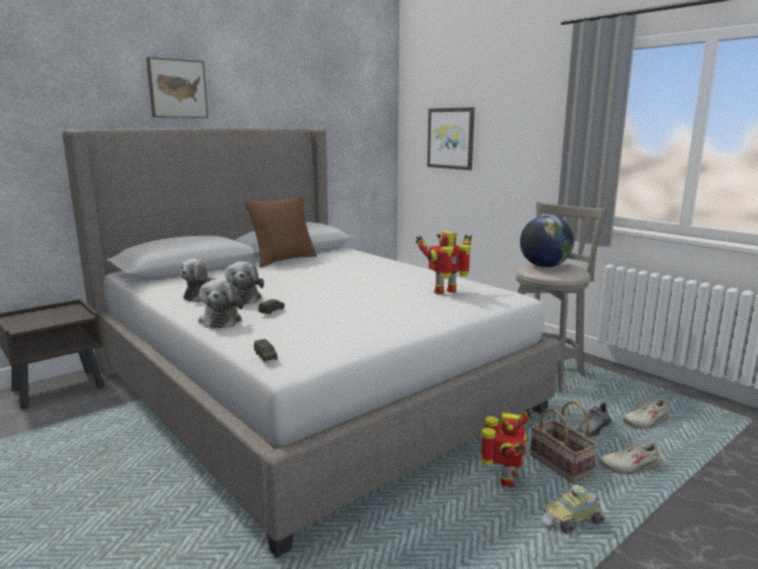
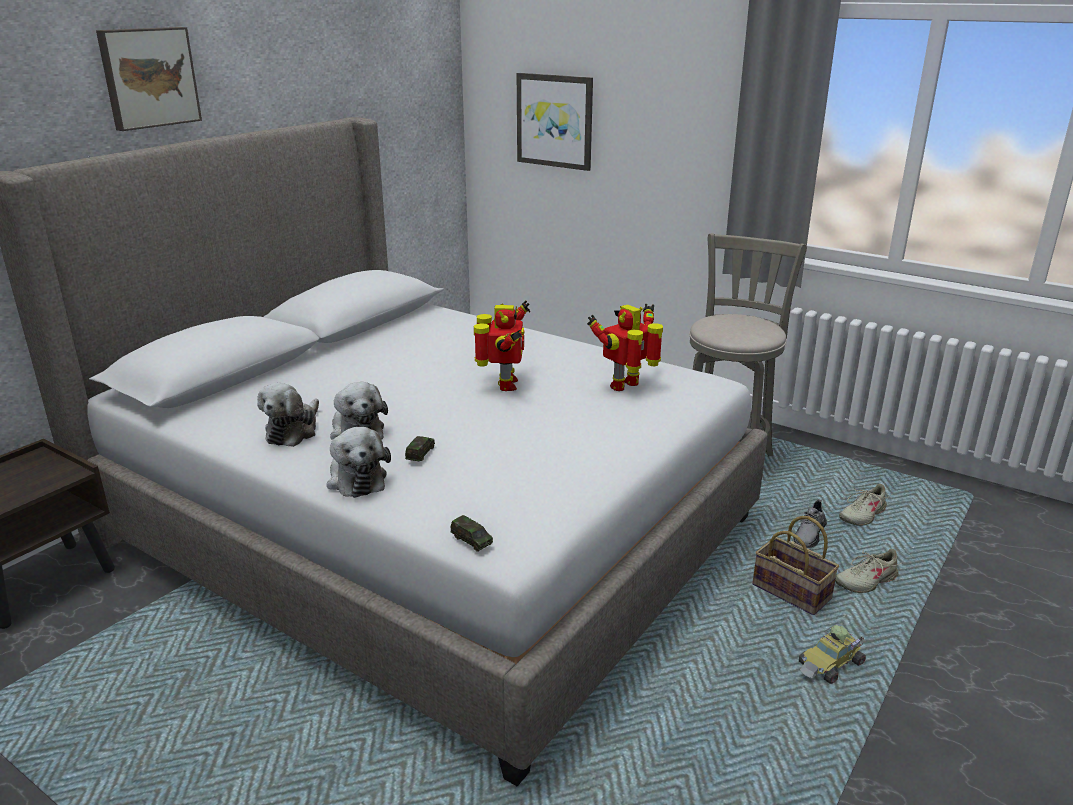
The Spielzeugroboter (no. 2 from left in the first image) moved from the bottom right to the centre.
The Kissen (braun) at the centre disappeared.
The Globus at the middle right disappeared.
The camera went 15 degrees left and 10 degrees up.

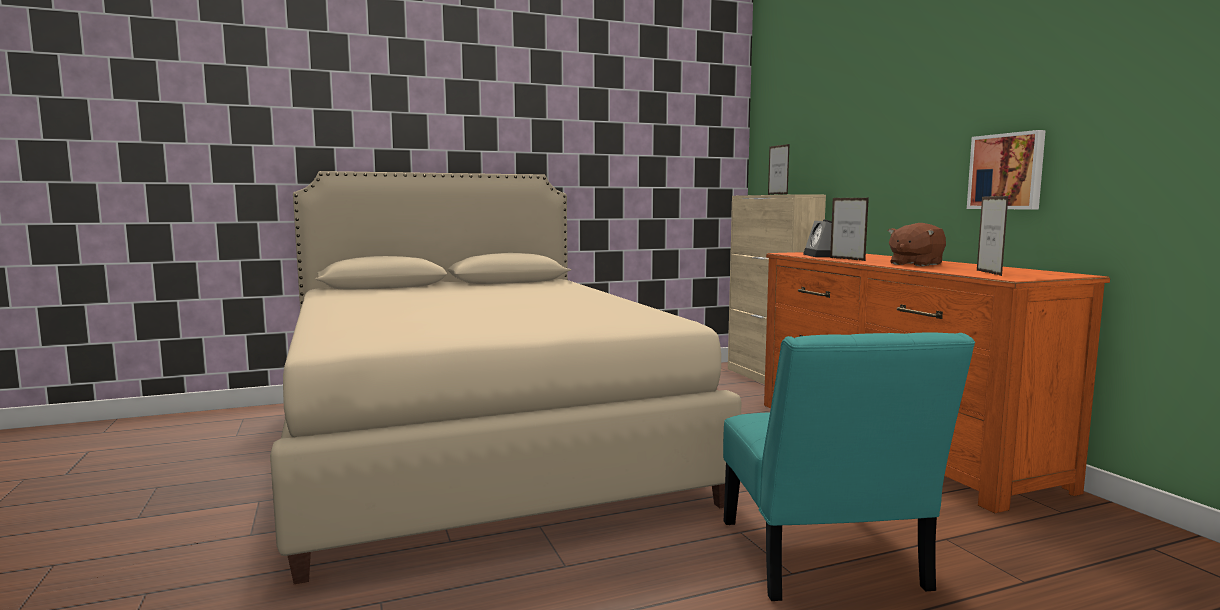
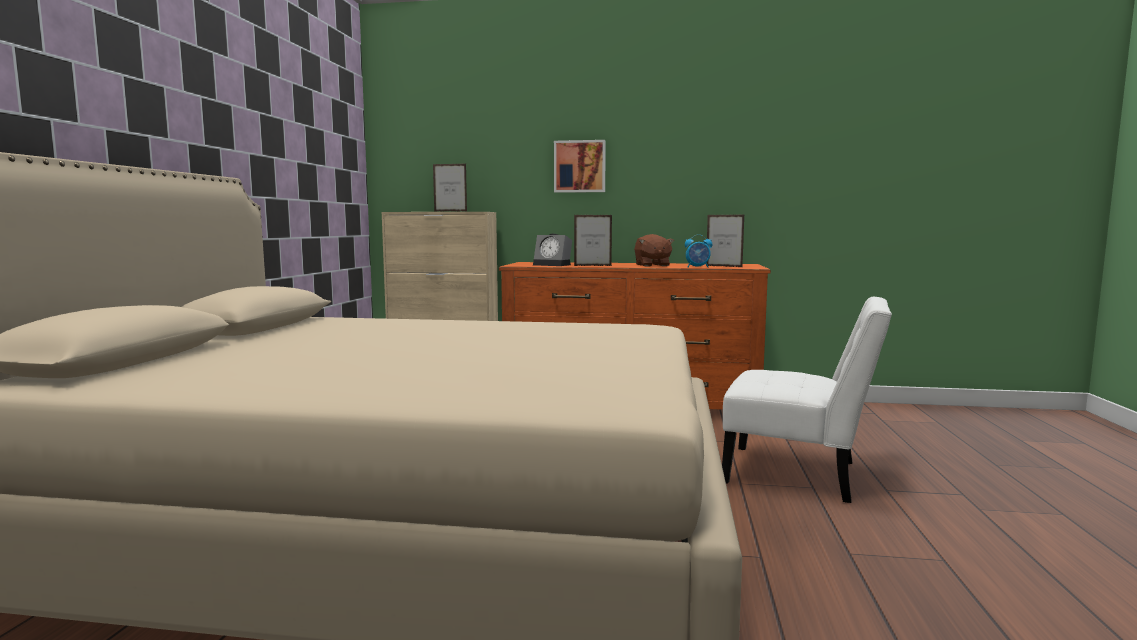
The Bild moved from the top right to the top centre.
The Wecker (no. 2 from left) at the centre appeared.
The Stuhl (türkis) at the bottom right became the Stuhl (weiß) at the middle right.
The camera went 60 degrees left and 0 degrees up.

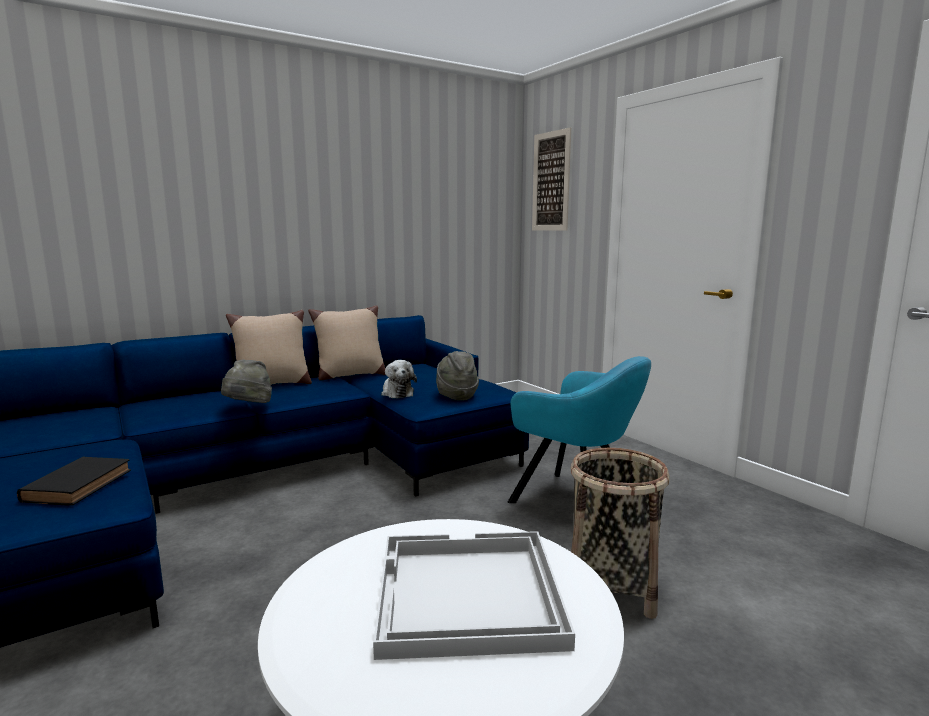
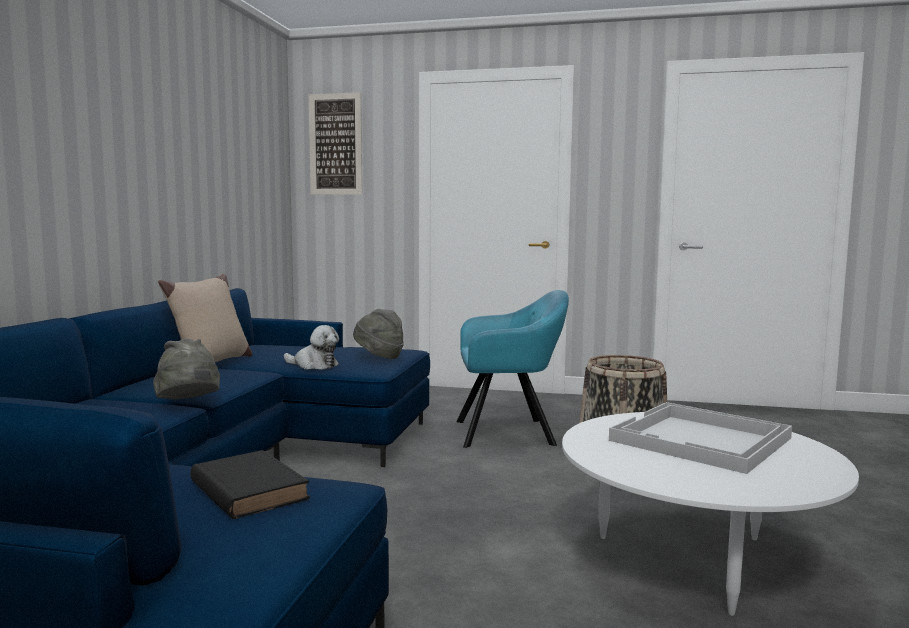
The Kissen (beige) (no. 1 from left) at the middle left disappeared.
The camera went 45 degrees left and 5 degrees down.

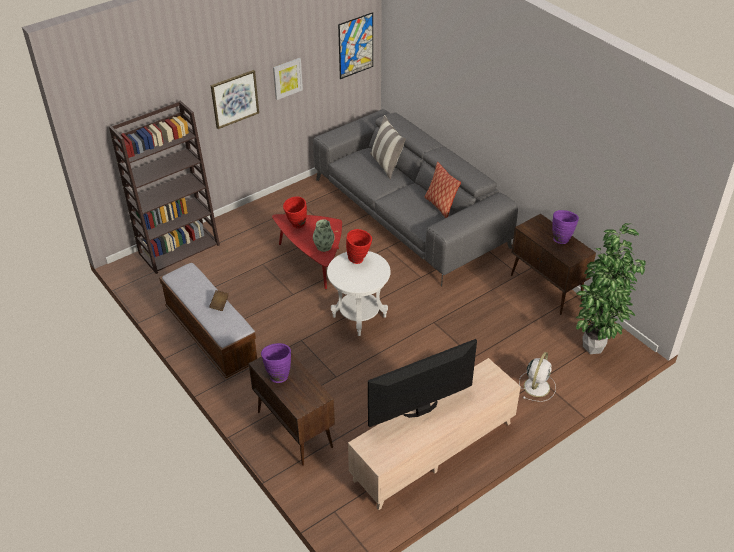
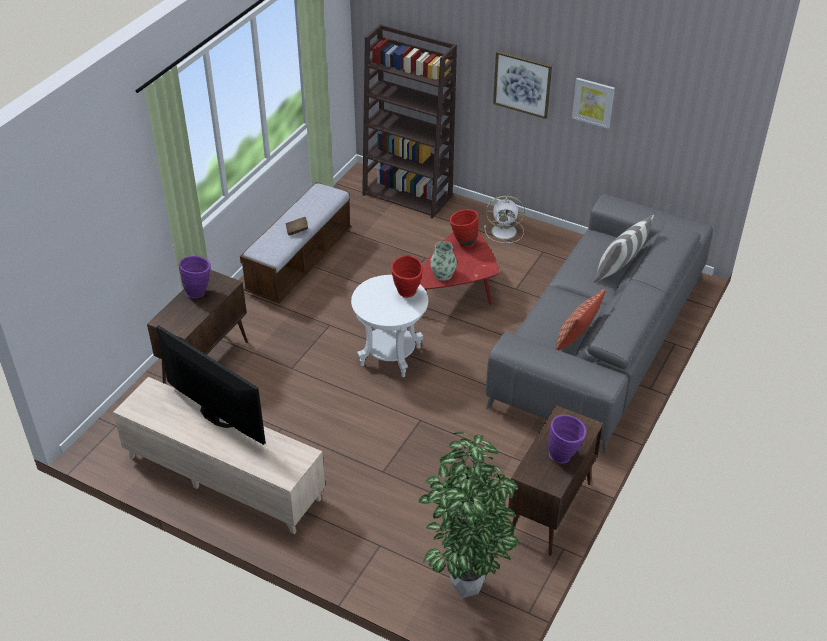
The Ventilator (weiß) moved from the bottom right to the centre.
The Bild (no. 3 from left) at the top centre disappeared.
The camera went 65 degrees right and 0 degrees up.

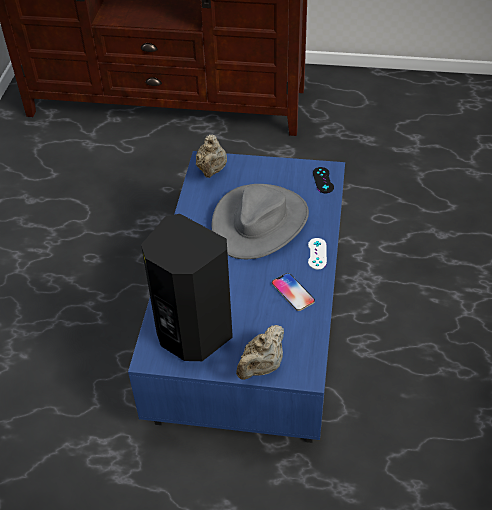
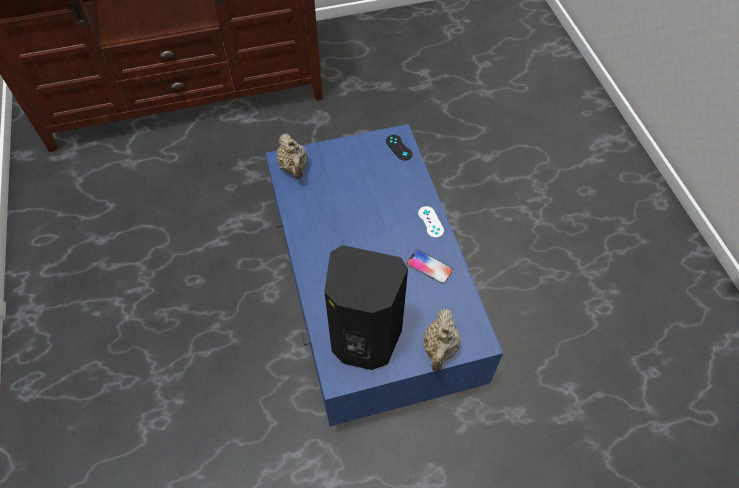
The Hut (grau) at the centre disappeared.
The camera went 25 degrees left and 10 degrees up.

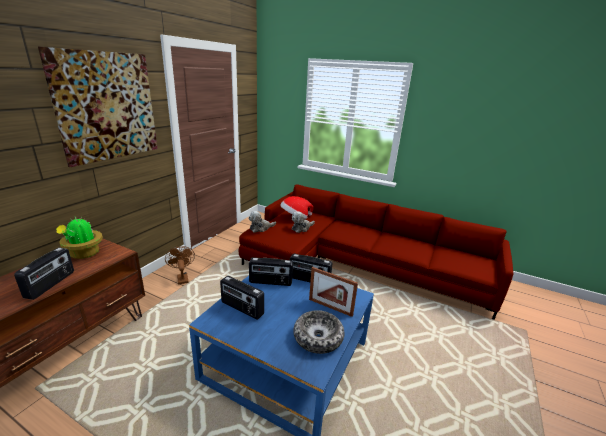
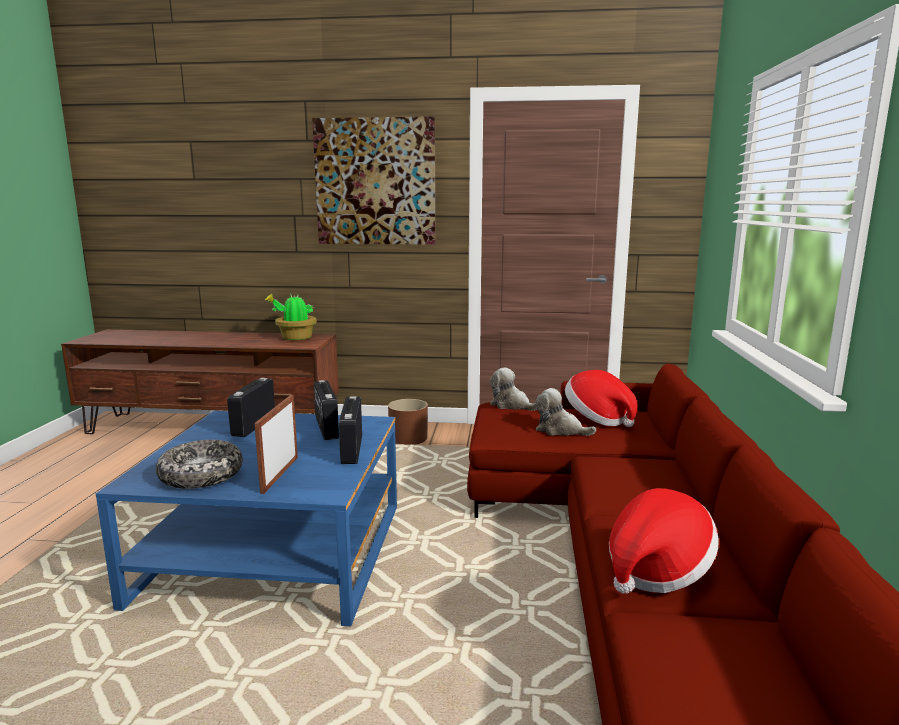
The Ventilator (braun) at the middle left was replaced by the Pflanzkübel (braun) at the centre.
The Hut (no. 2 from left) at the bottom right appeared.
The Radio (no. 1 from left) at the middle left disappeared.
The camera went 70 degrees right and 10 degrees down.

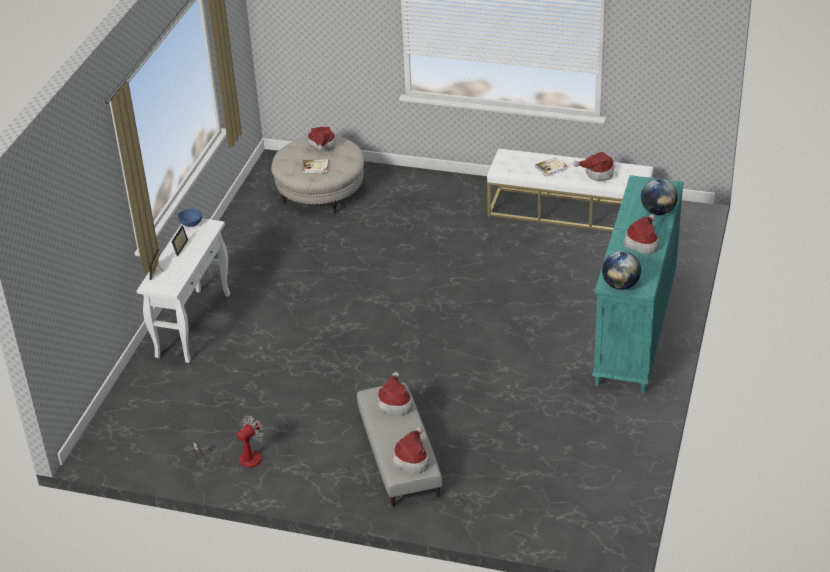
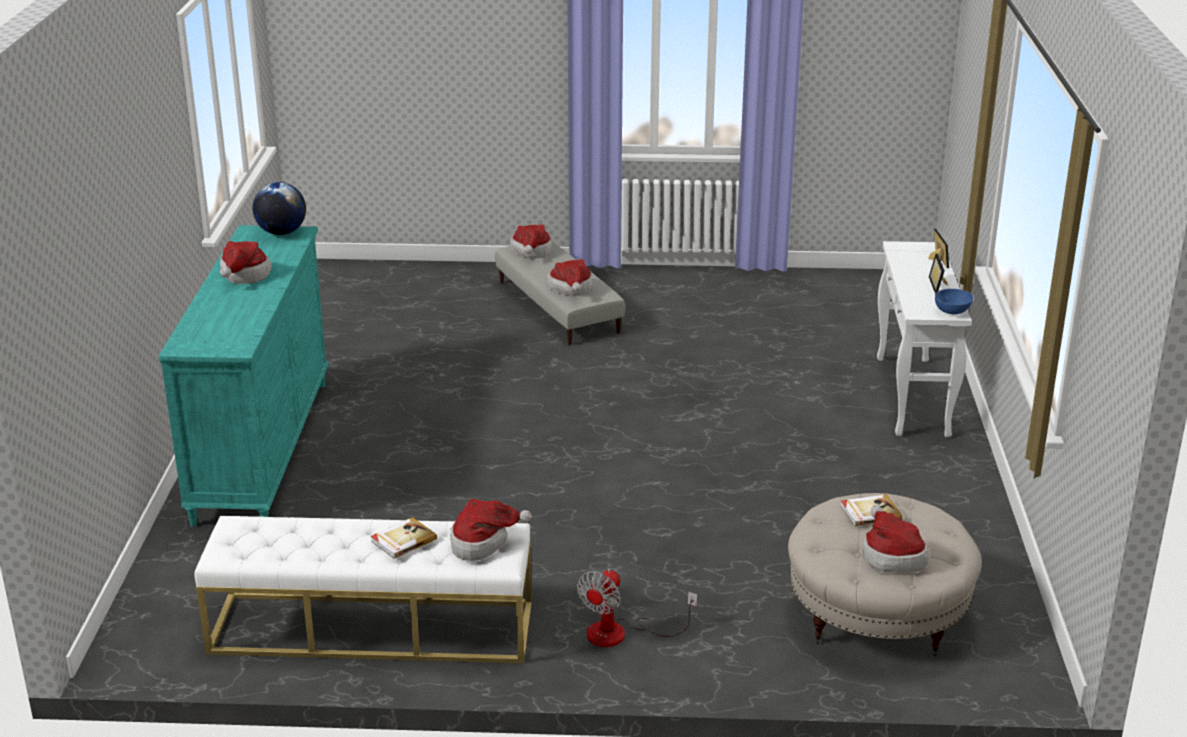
The Hut (no. 4 from left in the first image) moved from the top right to the bottom centre.
The Ventilator moved from the bottom left to the bottom centre.
The Globus (no. 2 from left) at the middle right disappeared.
The camera went 165 degrees right and 10 degrees down.

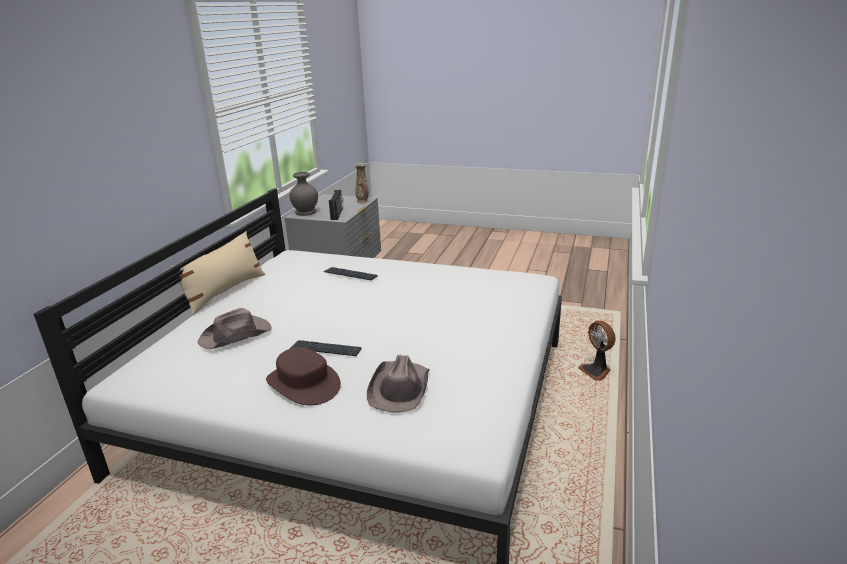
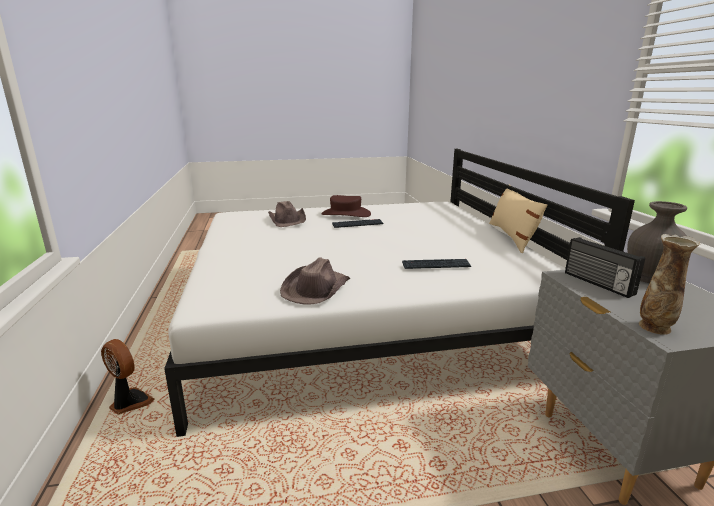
The Hut (braun) (no. 1 from left in the first image) moved from the middle left to the centre.
The camera went 150 degrees right and 5 degrees down.

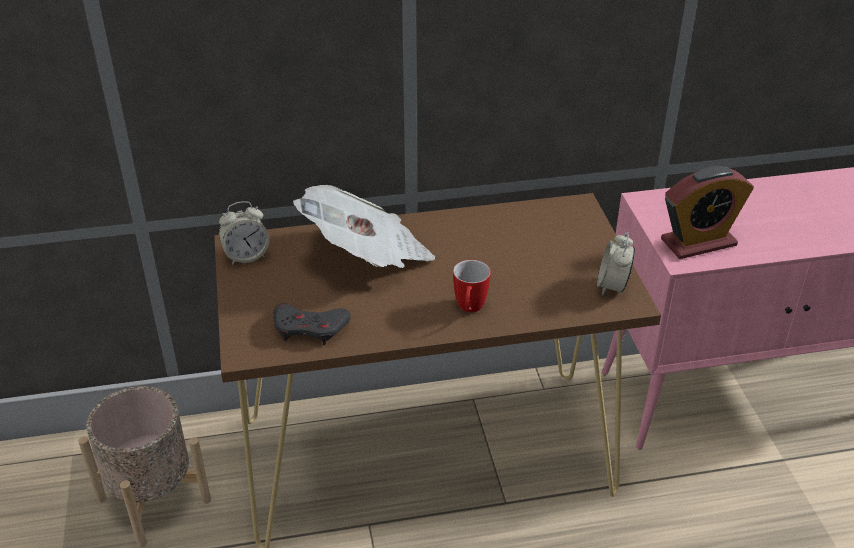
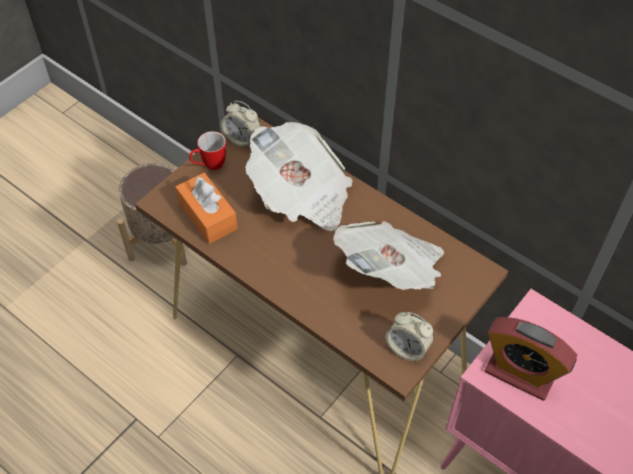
The Gamepad (grau) at the centre was replaced by the Taschentuchbox (orange) at the middle left.
The Henkelbecher moved from the centre to the top left.
The Zeitung (no. 2 from left) at the centre appeared.
The Wecker (no. 2 from left) at the middle right turned 120 degrees counterclockwise.
The camera went 50 degrees right and 15 degrees up.

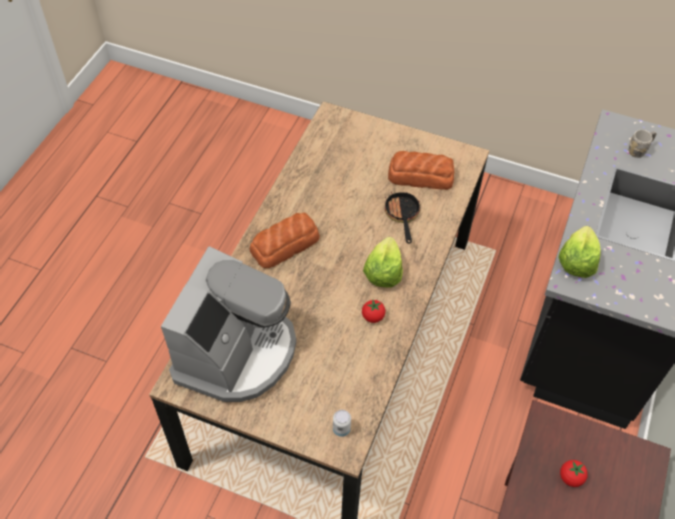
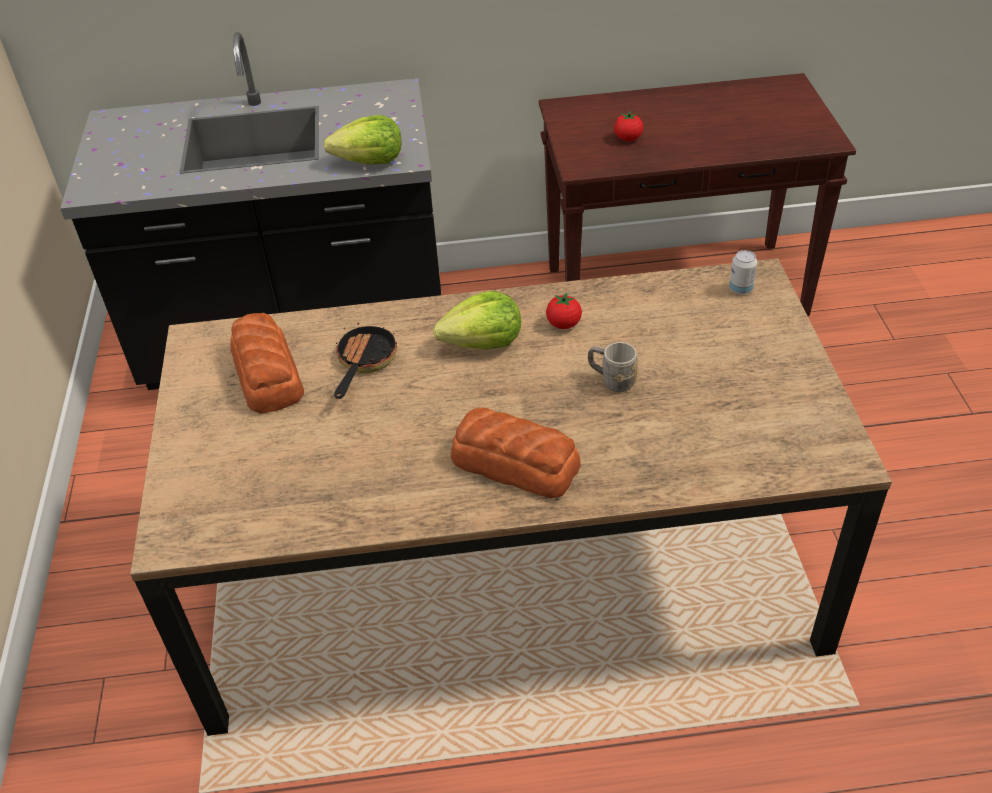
The Pfanne at the centre turned 135 degrees clockwise.
The Henkelbecher (grau) moved from the top right to the centre.
The Kaffeemaschine at the centre disappeared.
The camera went 115 degrees left and 10 degrees down.

